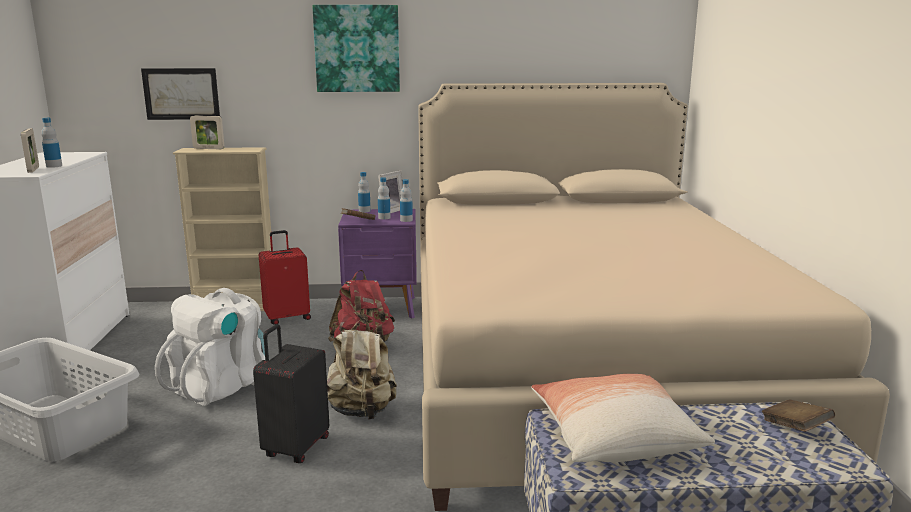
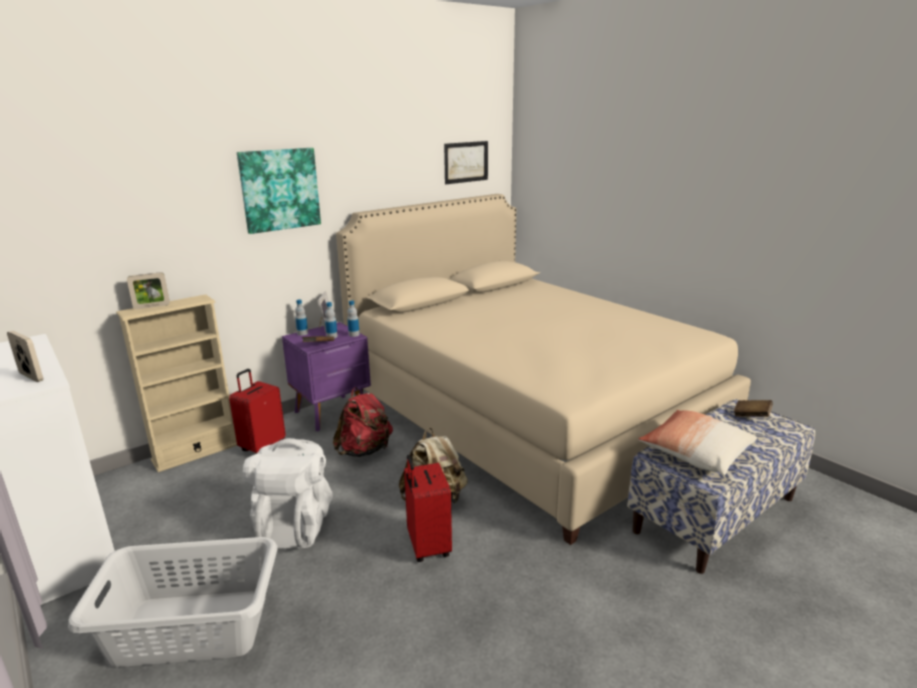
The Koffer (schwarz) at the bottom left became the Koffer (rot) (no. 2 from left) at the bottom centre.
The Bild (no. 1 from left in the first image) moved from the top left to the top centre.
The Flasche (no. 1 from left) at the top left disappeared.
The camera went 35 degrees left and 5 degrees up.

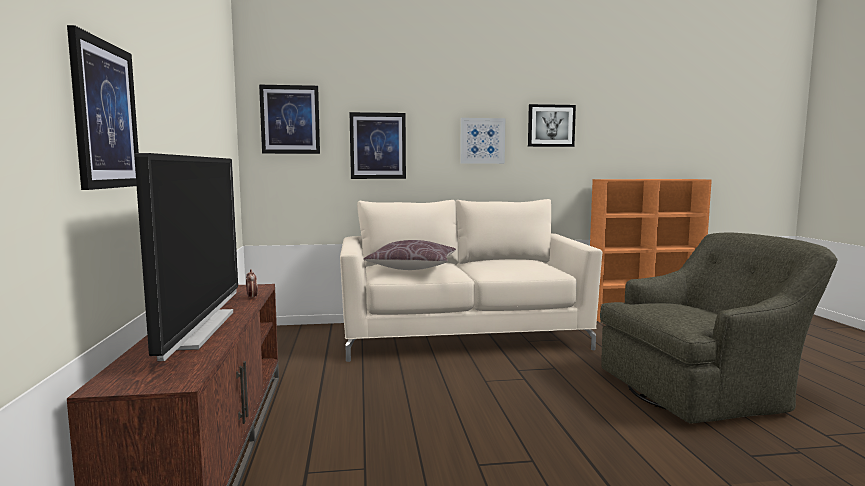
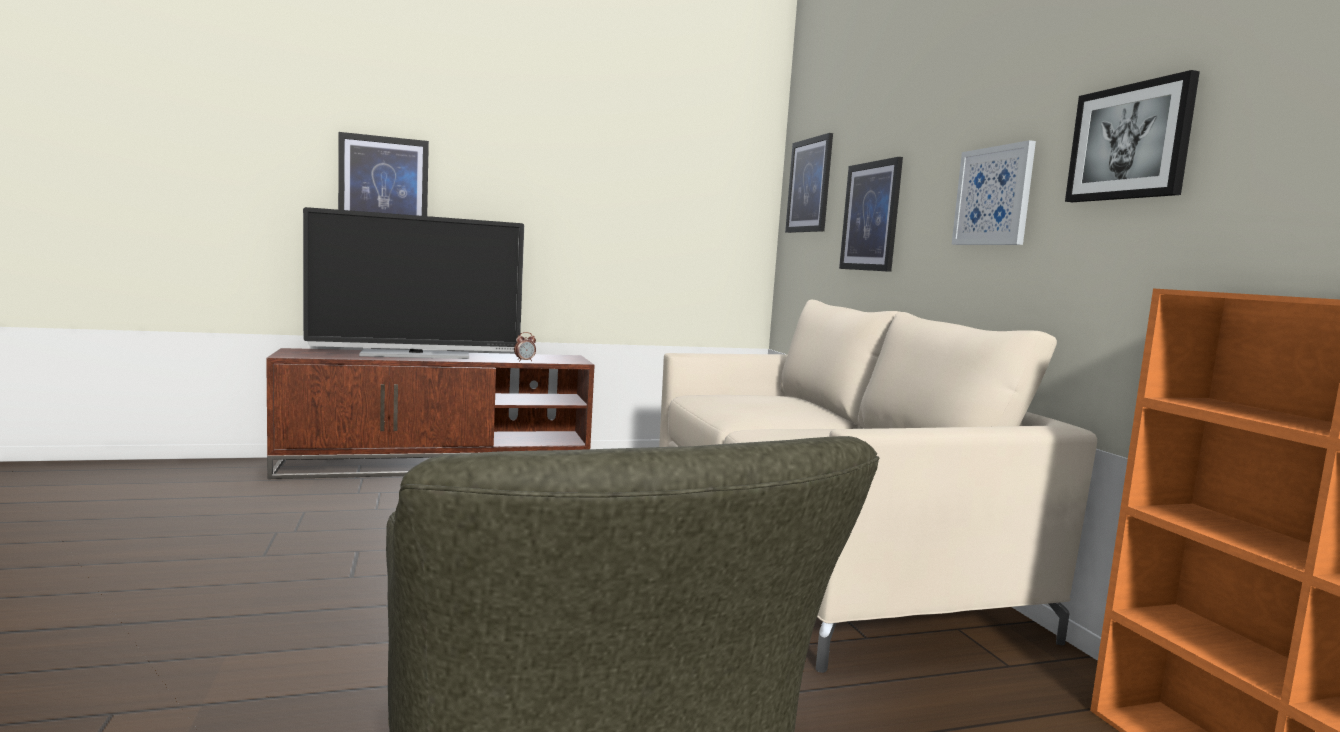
The Kissen (braun) at the centre disappeared.
The camera went 80 degrees right and 0 degrees up.

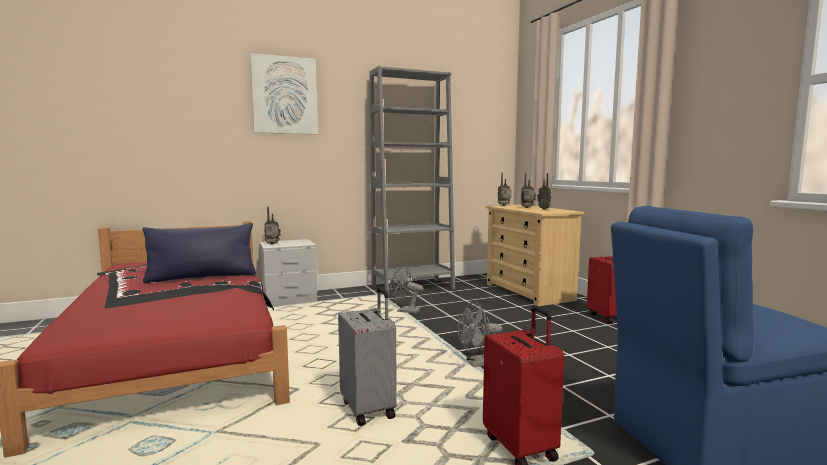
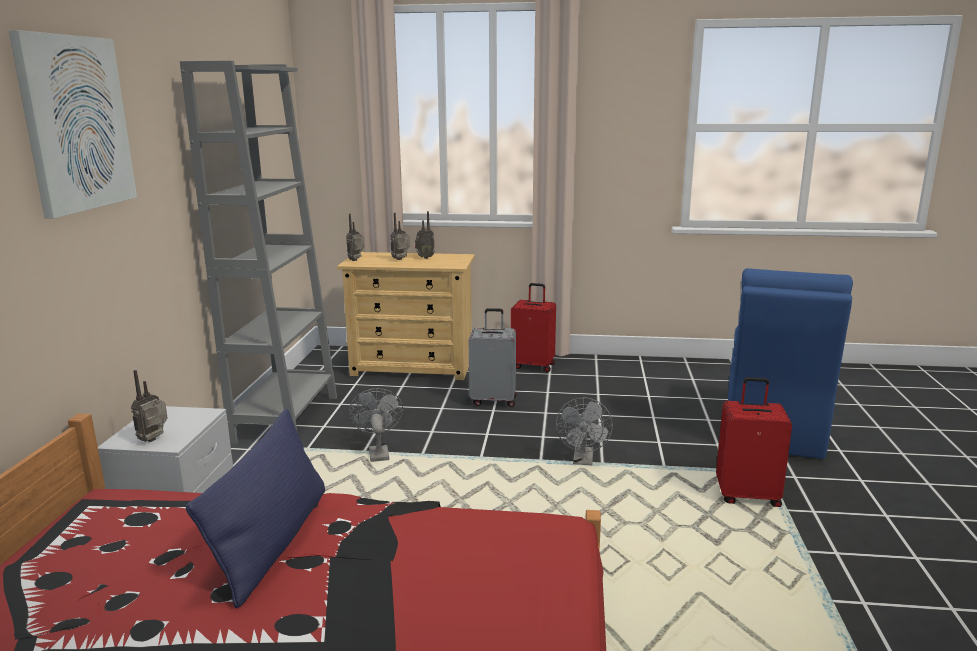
The Ventilator (grau) (no. 1 from left) at the centre turned 120 degrees clockwise.
The Koffer (grau) moved from the bottom centre to the centre.
The camera went 60 degrees left and 10 degrees up.

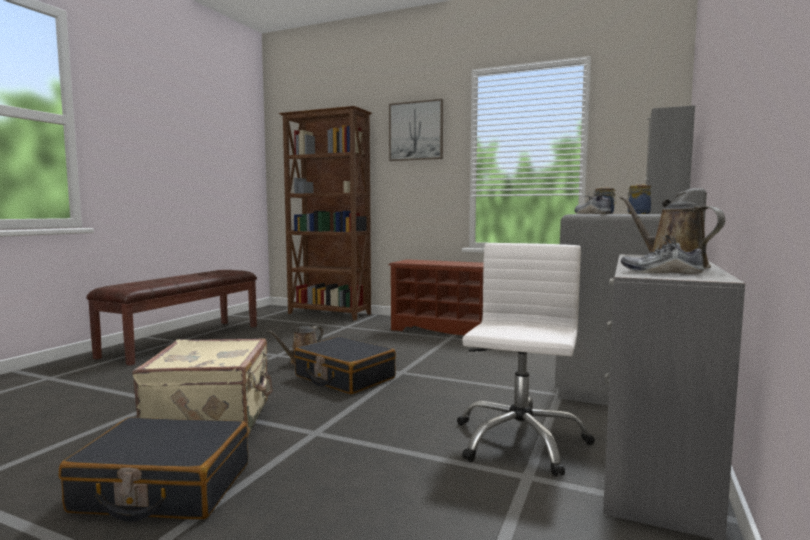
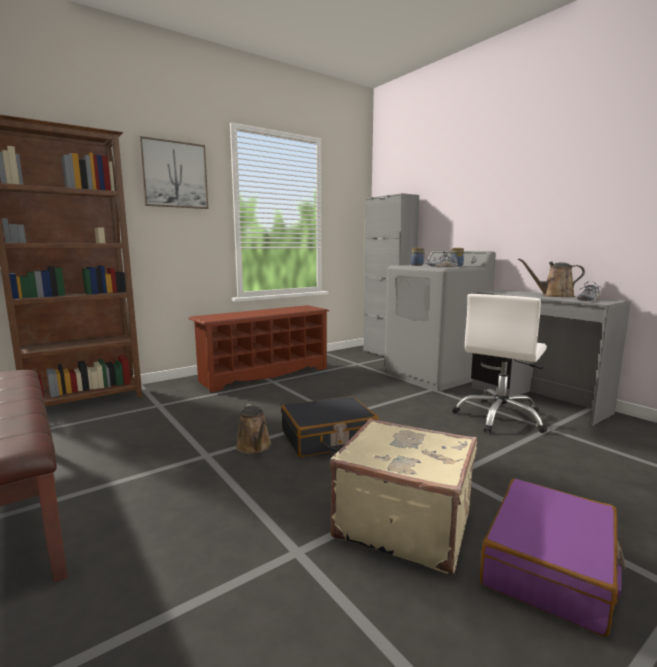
The Bürostuhl (weiß) at the centre turned 105 degrees counterclockwise.
The Koffer (schwarz) (no. 1 from left) at the bottom left became the Koffer (lila) at the bottom right.
The camera went 60 degrees left and 5 degrees up.

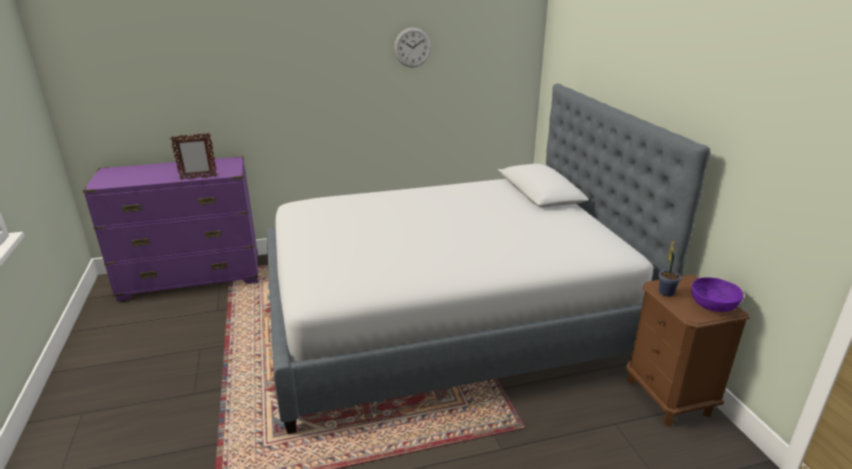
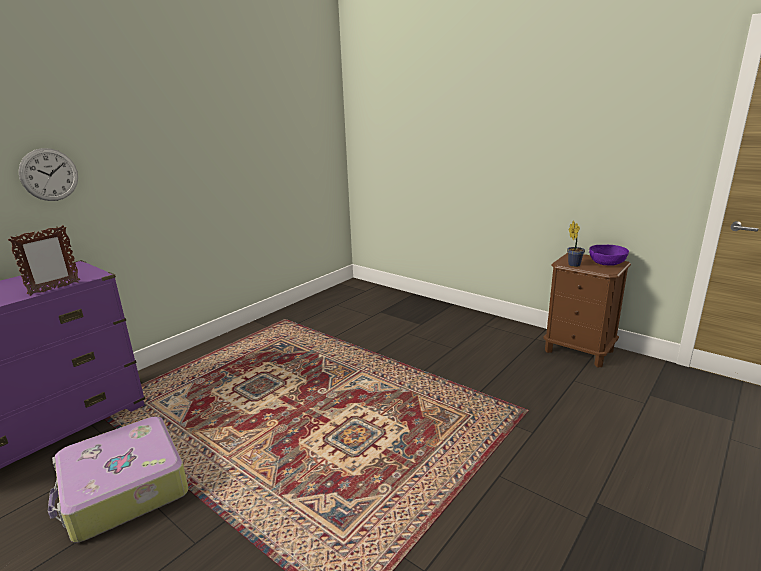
The Wanduhr moved from the top centre to the top left.
The Koffer at the bottom left appeared.
The Bett at the centre disappeared.
The camera went 35 degrees left and 5 degrees down.

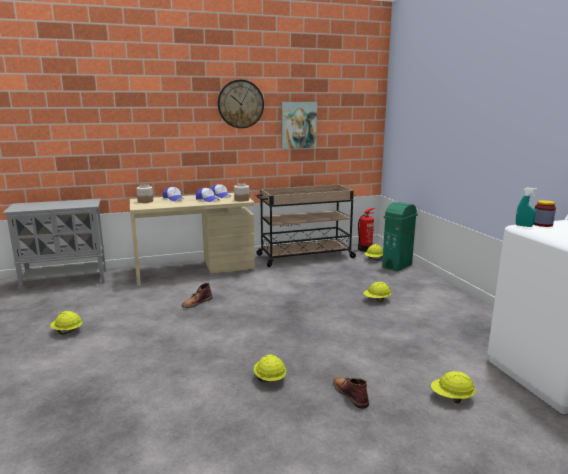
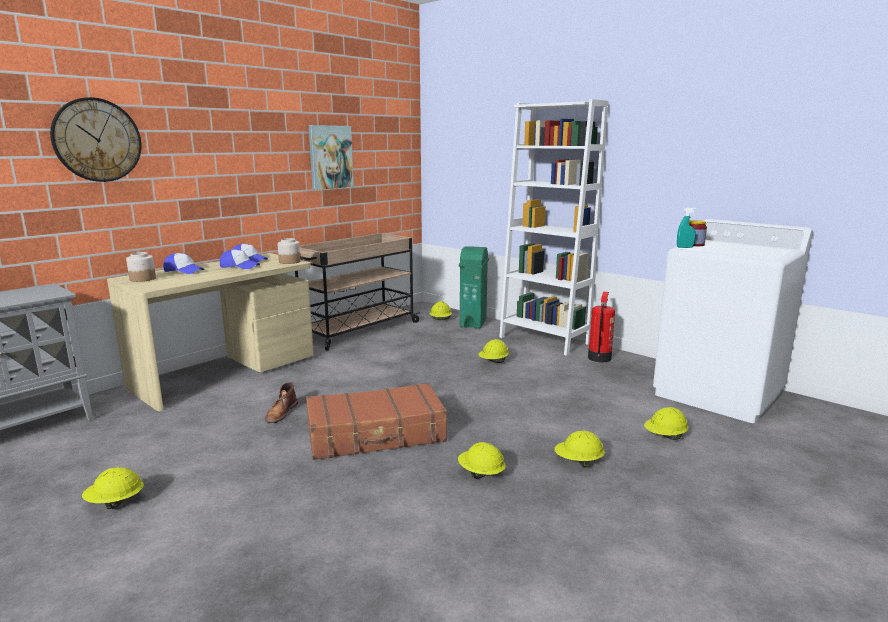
The Wanduhr moved from the top centre to the top left.
The Koffer (braun) at the bottom centre appeared.
The Bücherregal (weiß) at the centre appeared.
The Stiefel (braun) (no. 2 from left) at the bottom centre was replaced by the Schutzhelm (gelb) (no. 5 from left) at the bottom centre.
The Feuerlöscher moved from the centre to the middle right.
The camera went 30 degrees left and 0 degrees up.

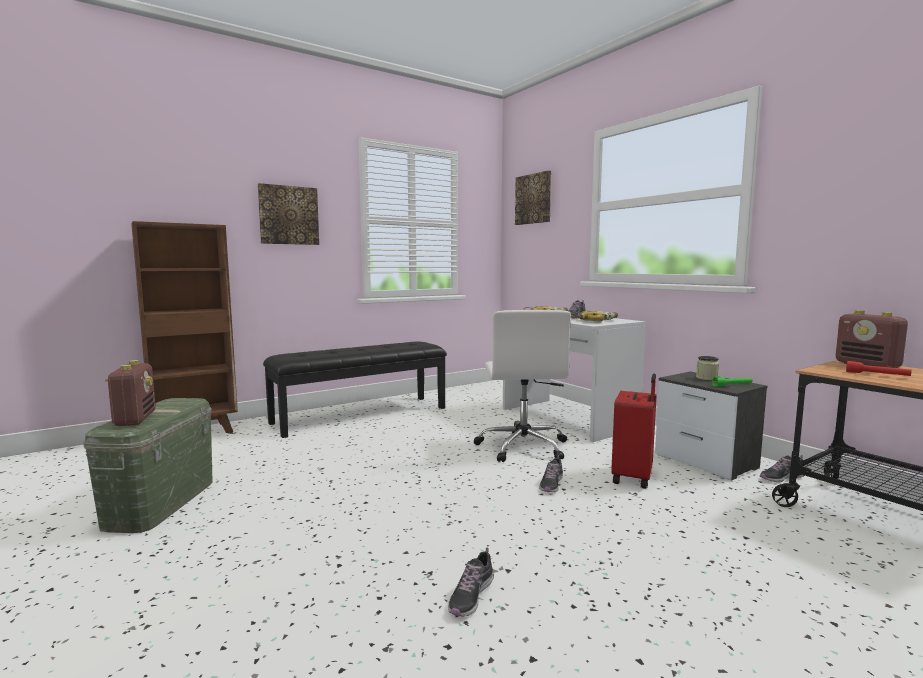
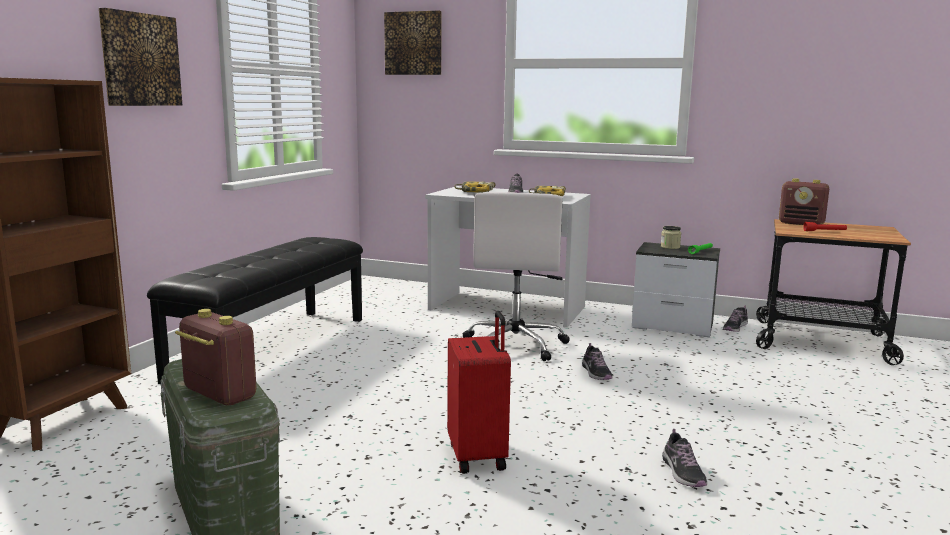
The Koffer (rot) moved from the middle right to the bottom centre.
The Bürostuhl (weiß) at the centre turned 45 degrees clockwise.
The camera went 35 degrees left and 5 degrees up.

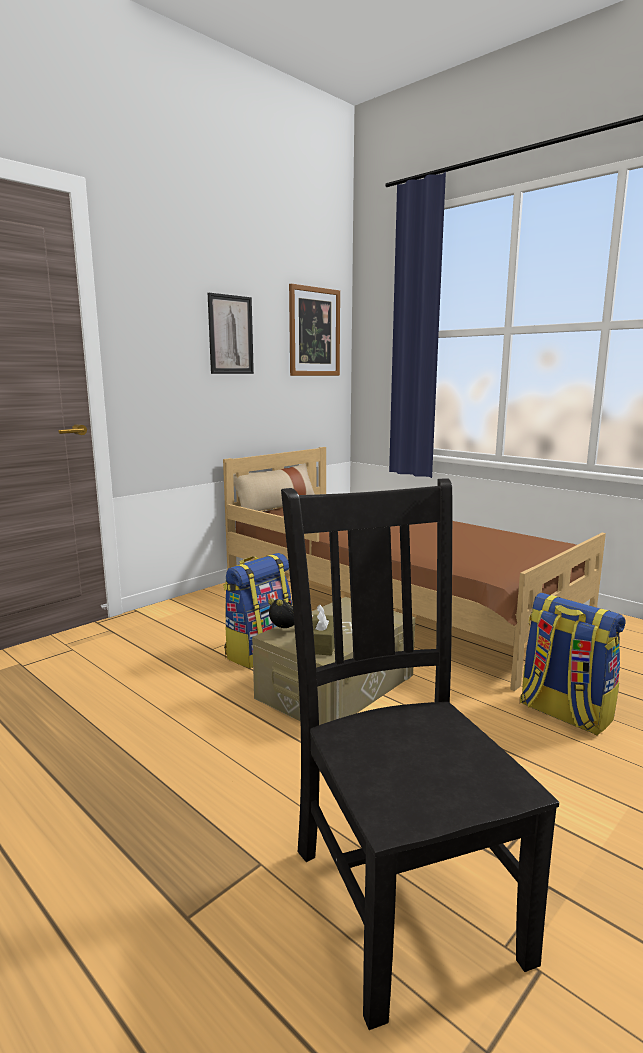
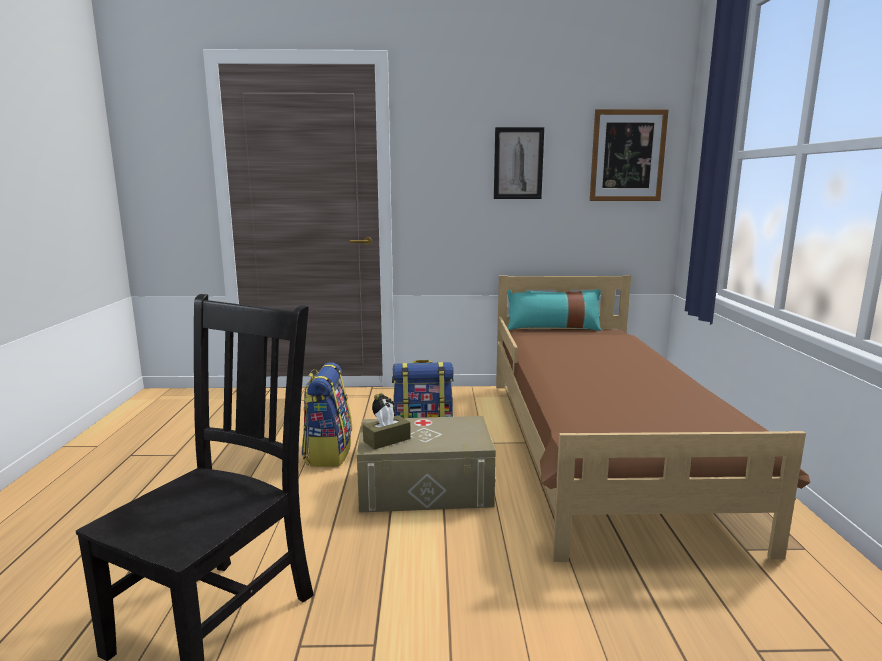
The Rucksack (no. 2 from left in the first image) moved from the middle right to the centre.
The Kissen (beige) at the centre became the Kissen (türkis) at the centre.
The camera went 45 degrees right and 0 degrees up.

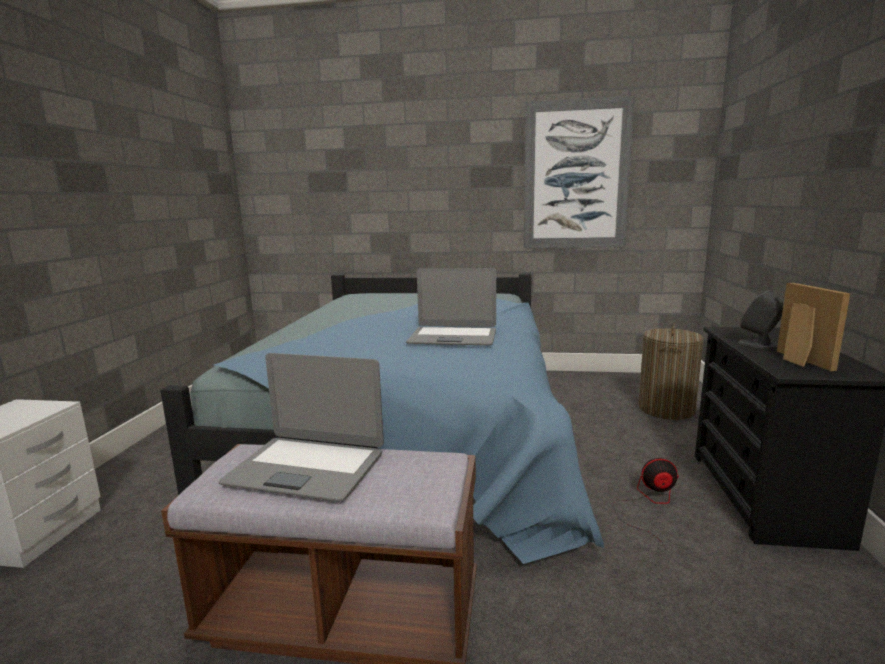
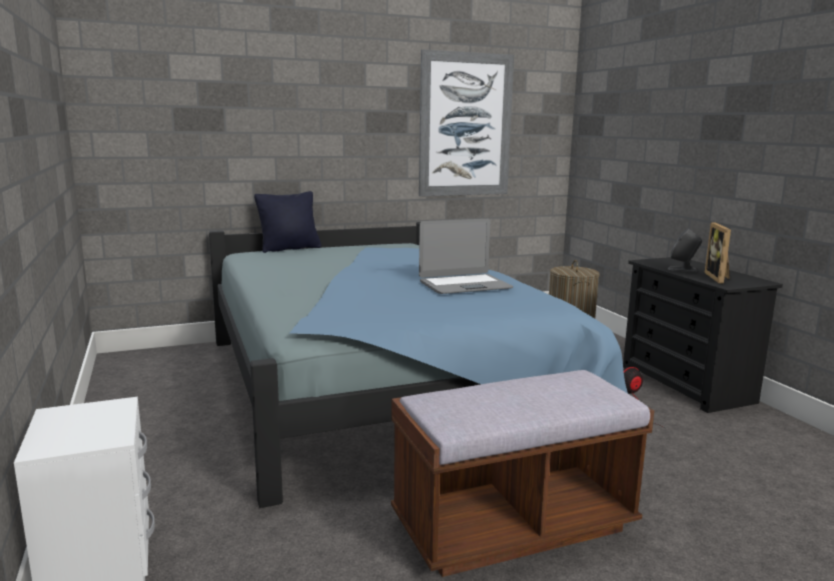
The Kissen (schwarz) at the centre appeared.
The Bilderrahmen at the middle right turned 135 degrees counterclockwise.
The Laptop (no. 1 from left) at the centre disappeared.
The camera went 30 degrees left and 0 degrees up.

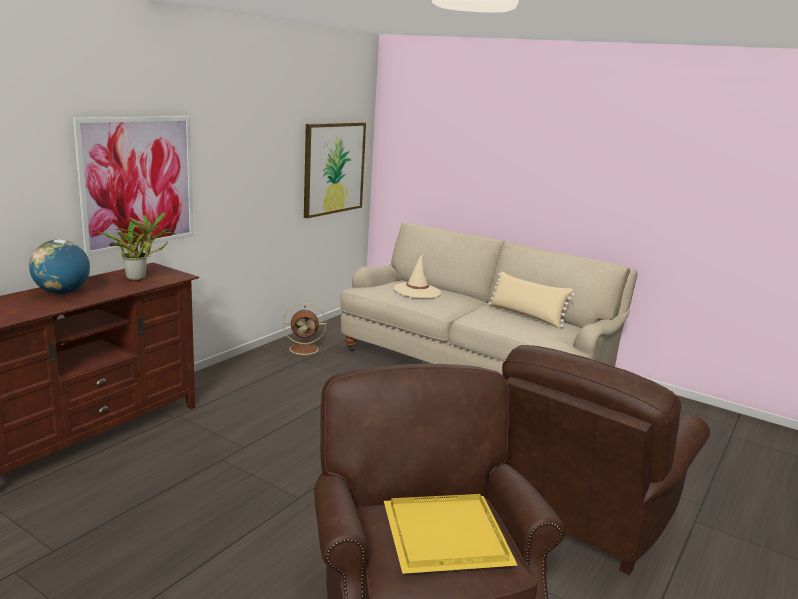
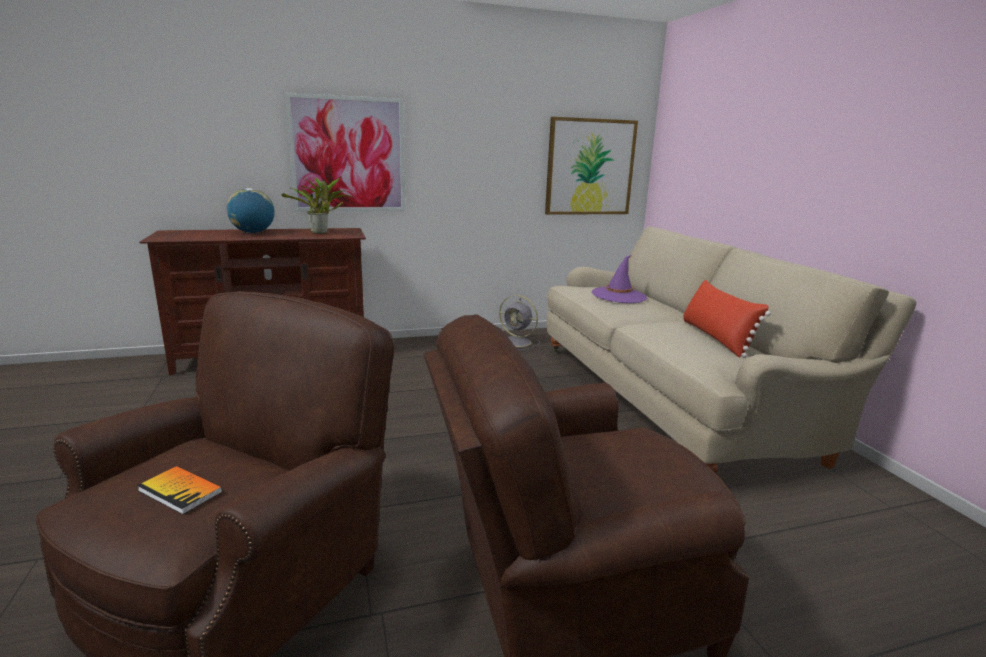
The Tablett (gelb) at the bottom centre was replaced by the Buch at the bottom left.
The Ventilator (braun) at the centre became the Ventilator (grau) at the centre.
The Hut (beige) at the centre became the Hut (lila) at the centre.
The Kissen (beige) at the centre became the Kissen (rot) at the middle right.
The camera went 40 degrees right and 0 degrees up.

